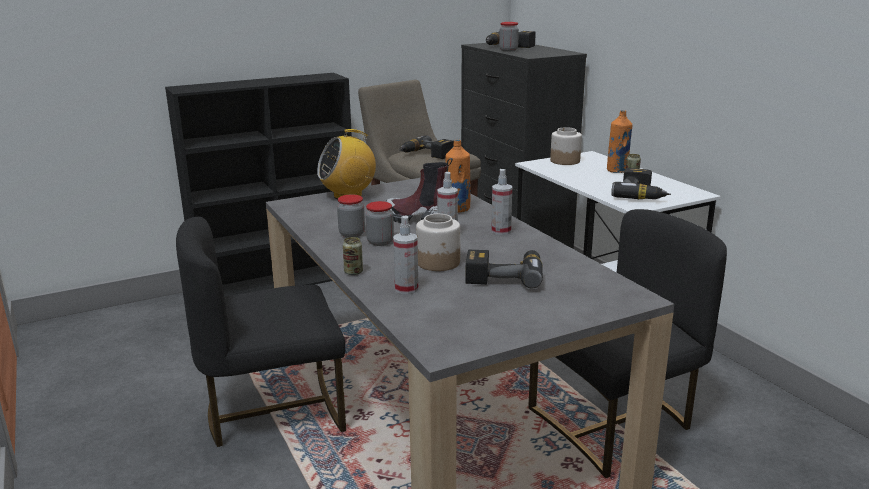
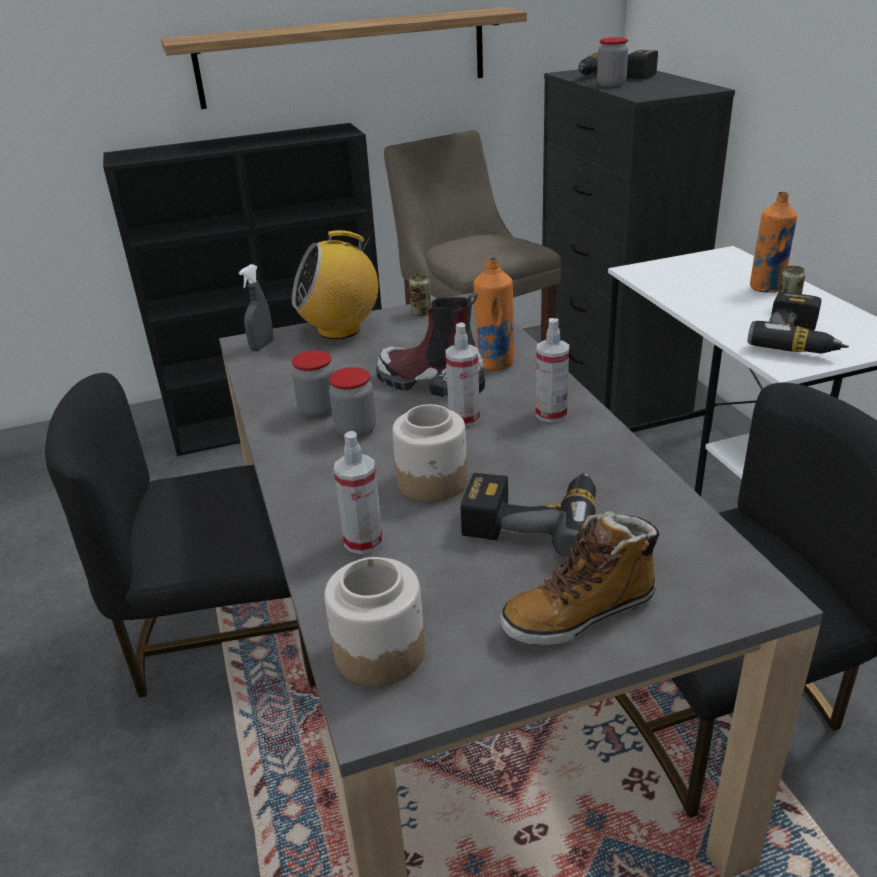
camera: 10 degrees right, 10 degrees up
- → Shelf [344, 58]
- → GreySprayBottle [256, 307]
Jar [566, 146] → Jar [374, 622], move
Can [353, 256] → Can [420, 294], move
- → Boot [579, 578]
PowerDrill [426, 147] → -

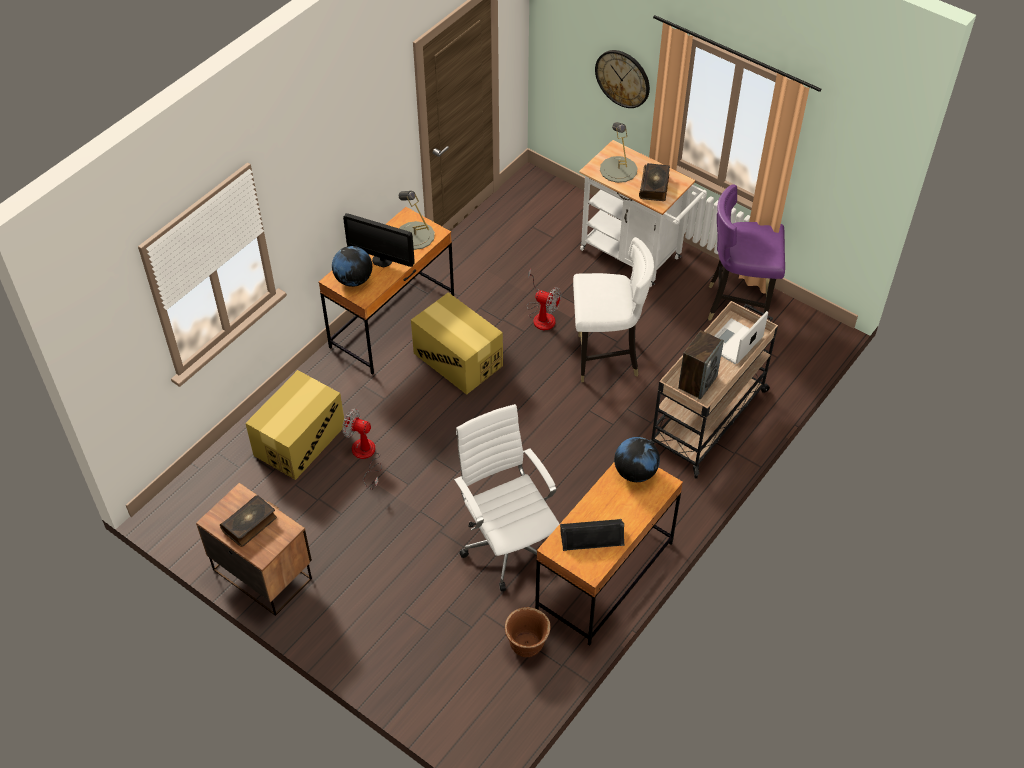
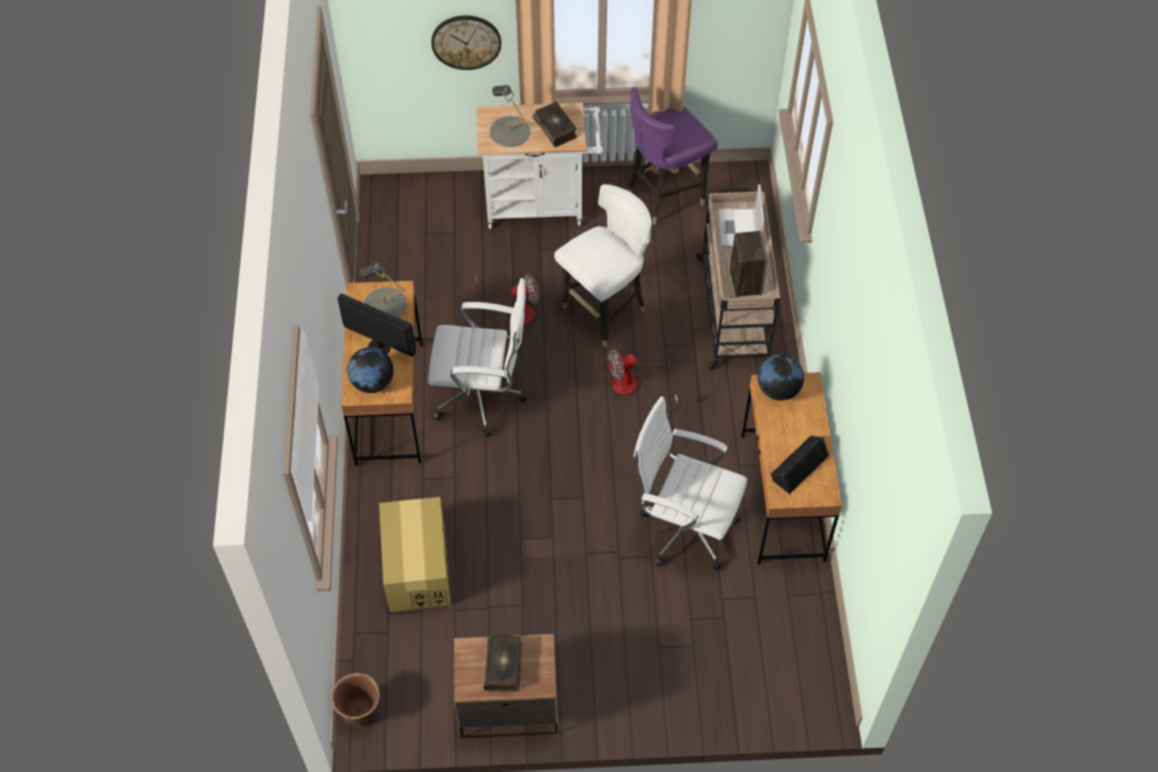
camera: 40 degrees left, 5 degrees up
BrownPlanter [527, 632] → BrownPlanter [355, 699], move
Monitor [379, 240] → Monitor [376, 325], 135 degrees counterclockwise
CardboardBox [457, 343] → WhiteOfficeChair [477, 357]
Fan [362, 449] → Fan [643, 381], move

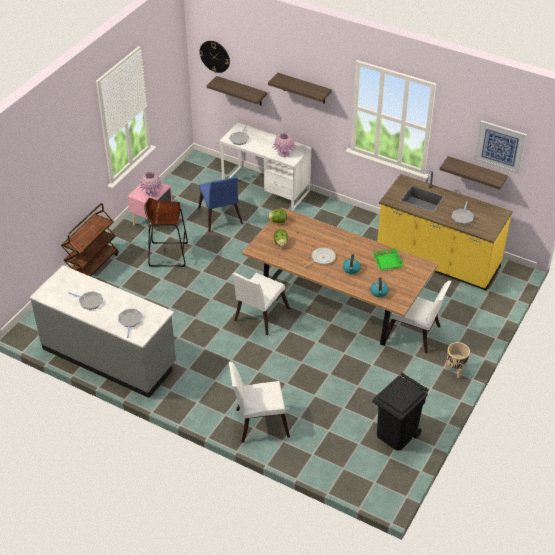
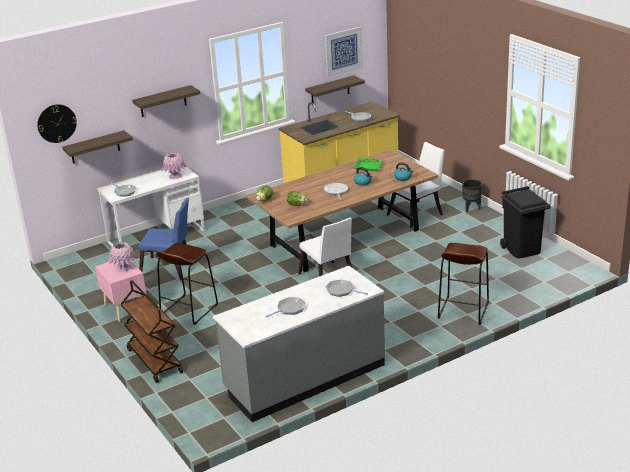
camera: 60 degrees left, 15 degrees down
WhiteChair [259, 402] → BrownStool [463, 284]
BeigePlanter [458, 360] → BlackPlanter [472, 195]

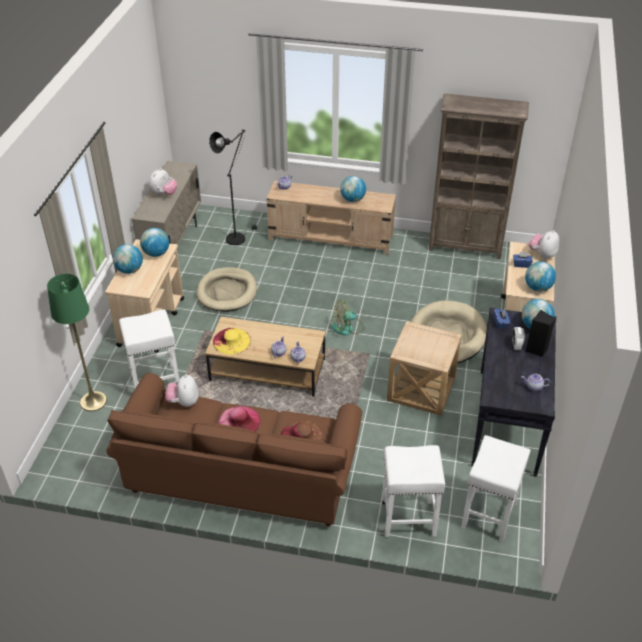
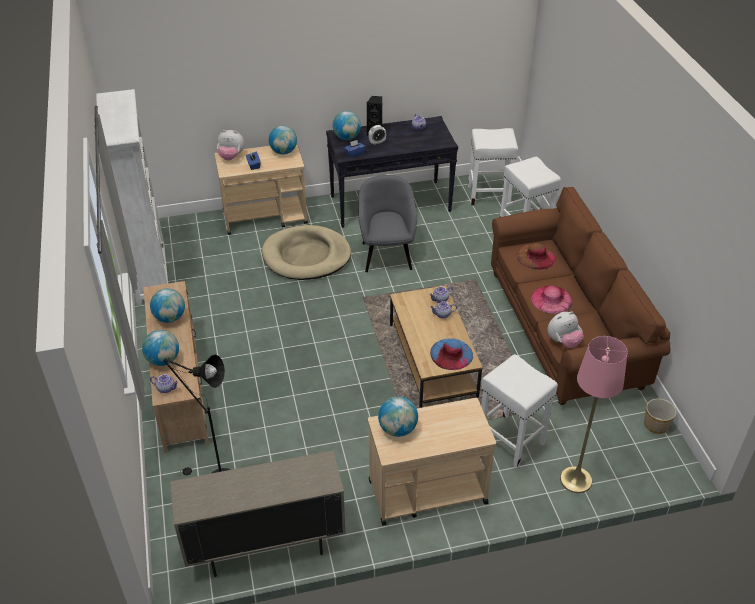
camera: 115 degrees left, 0 degrees up
BrownBookcase [479, 176] → WhiteBookcase [132, 197]
Globe [128, 259] → Globe [160, 348], move
BeigeSideTable [424, 368] → GreyArmchair [388, 223]
YellowHat [232, 341] → BlueHat [451, 354]
GreenFloorLamp [77, 343] → PinkFloorLamp [594, 414]
- → Planter [660, 416]
PlushToy [163, 182] → -
BeigeDogBed [227, 289] → -
Fan [347, 318] → -

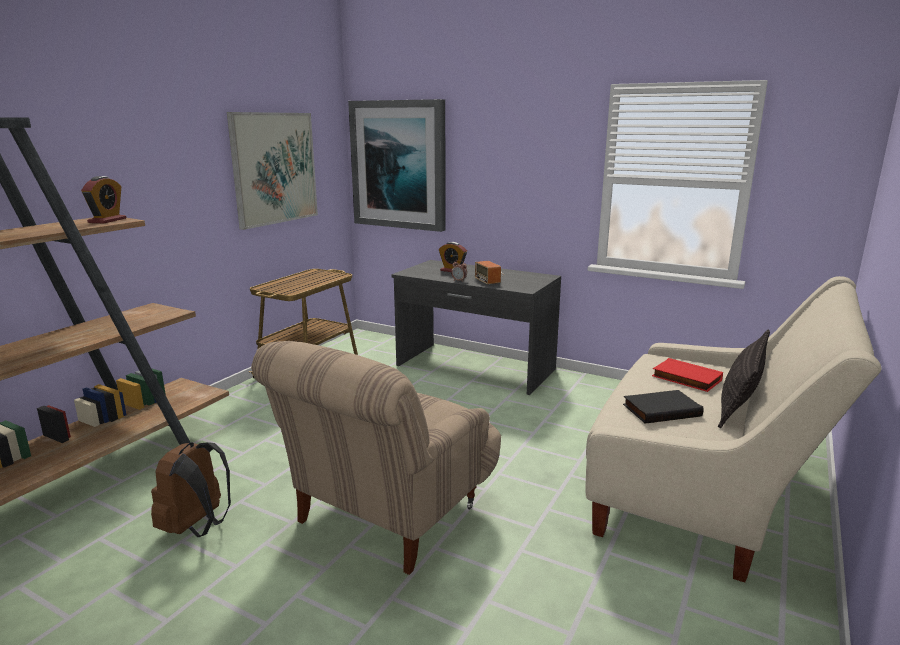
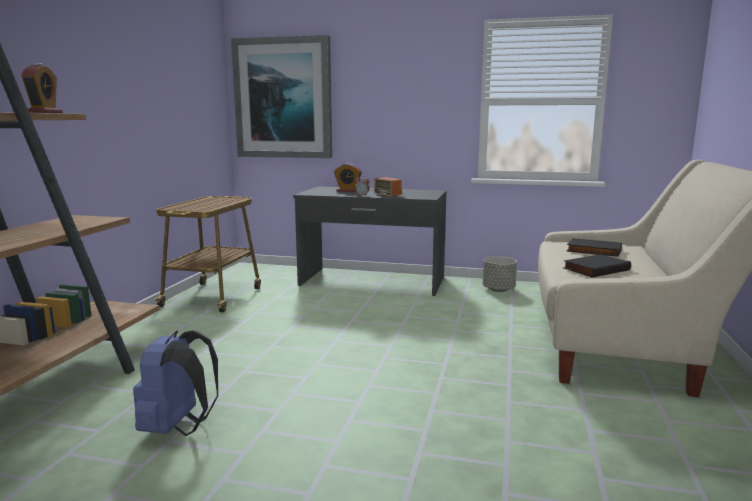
camera: 15 degrees left, 5 degrees down
BrownBackpack [191, 489] → BlueBackpack [175, 383]
- → GreyPlanter [500, 274]
RedBook [687, 375] → BlackBook [594, 247]
Picture [272, 171] → -
BeigeArmchair [376, 458] → -
Pillow [744, 379] → -

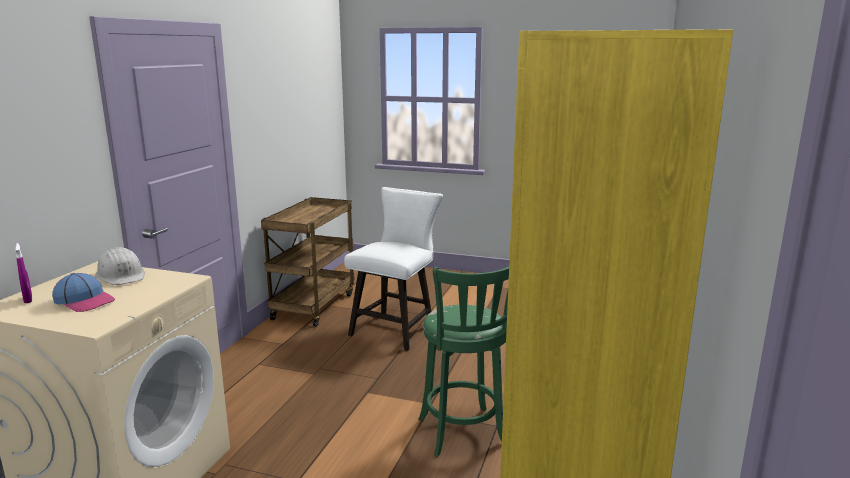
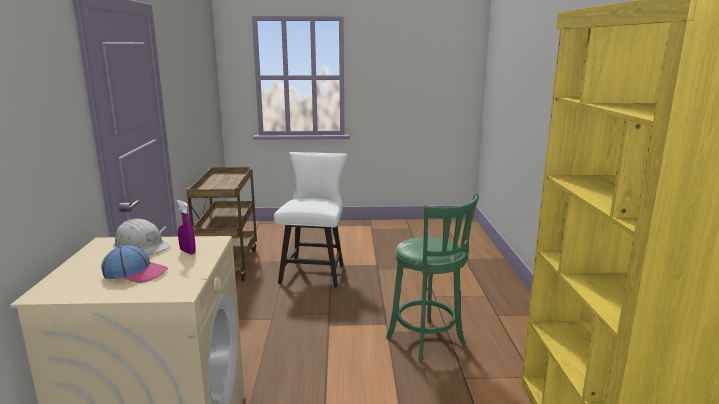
camera: 20 degrees left, 0 degrees up
PurpleSprayBottle [23, 273] → PurpleSprayBottle [186, 227], move

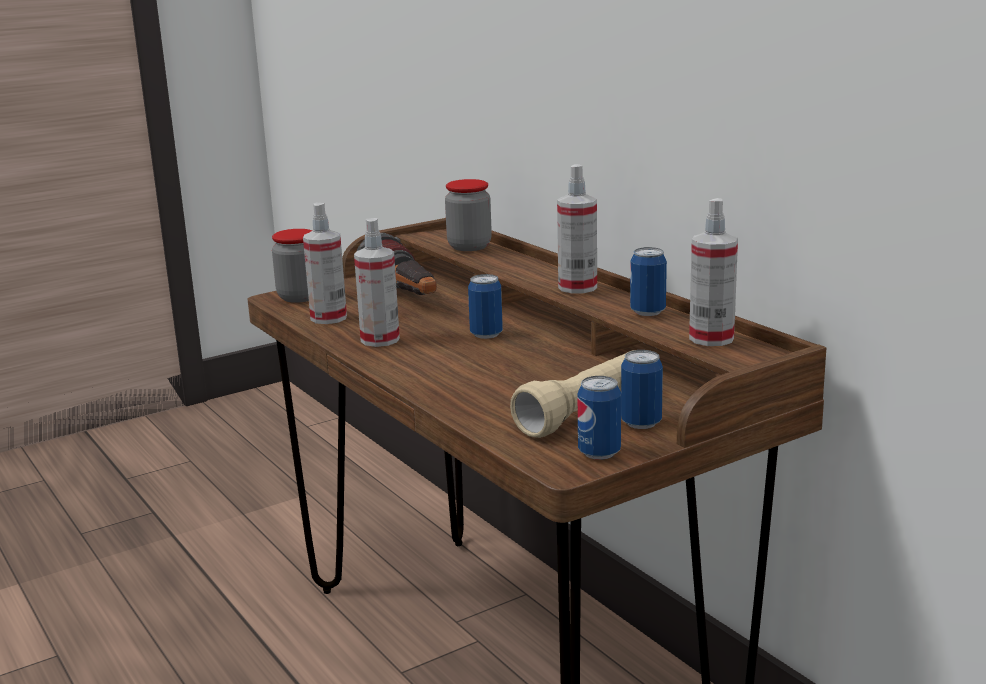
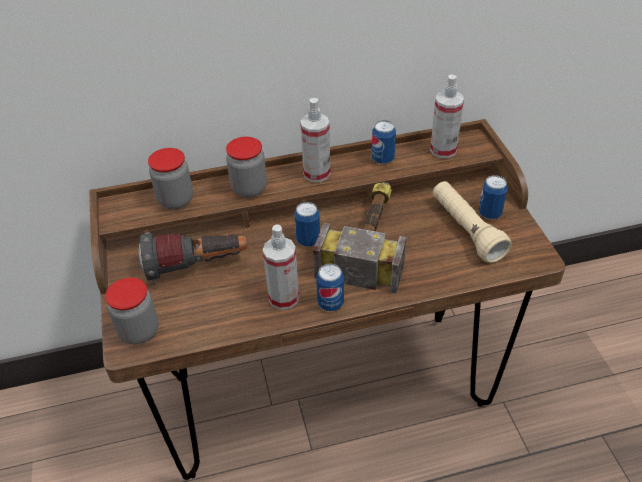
camera: 70 degrees left, 25 degrees up
- → Jar [246, 167]
- → Hammer [360, 238]
Can [599, 418] → Can [330, 287], move
SprayBottle [325, 263] → -

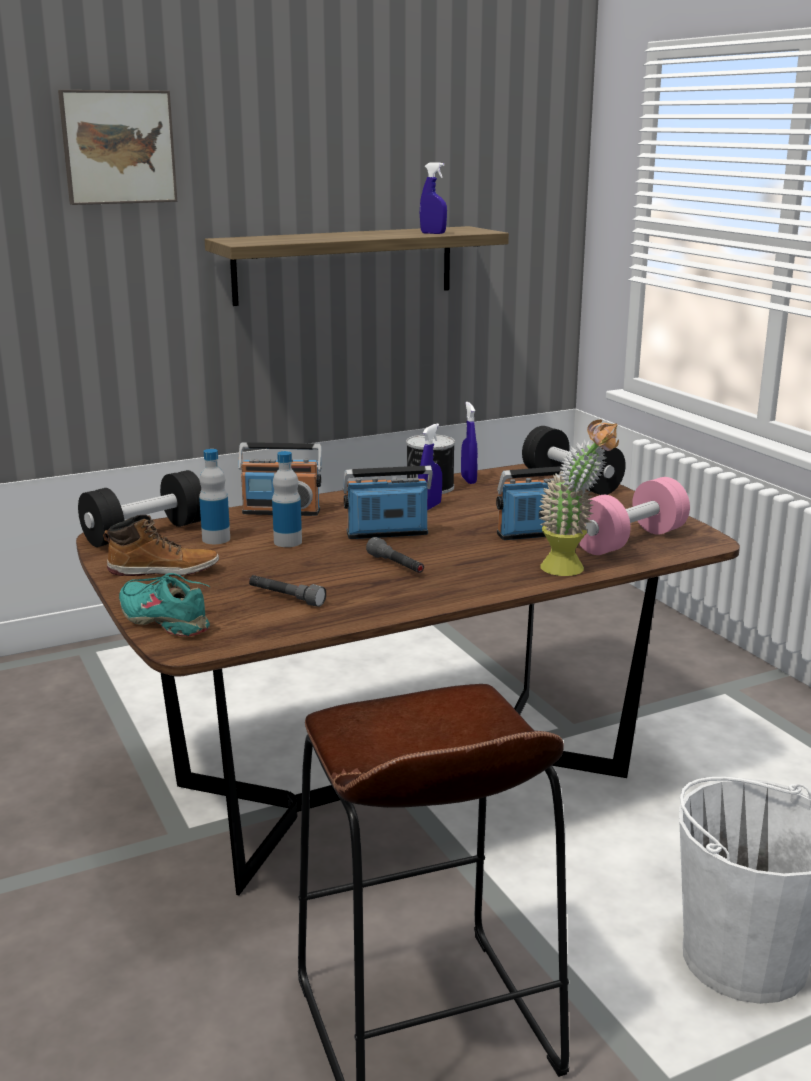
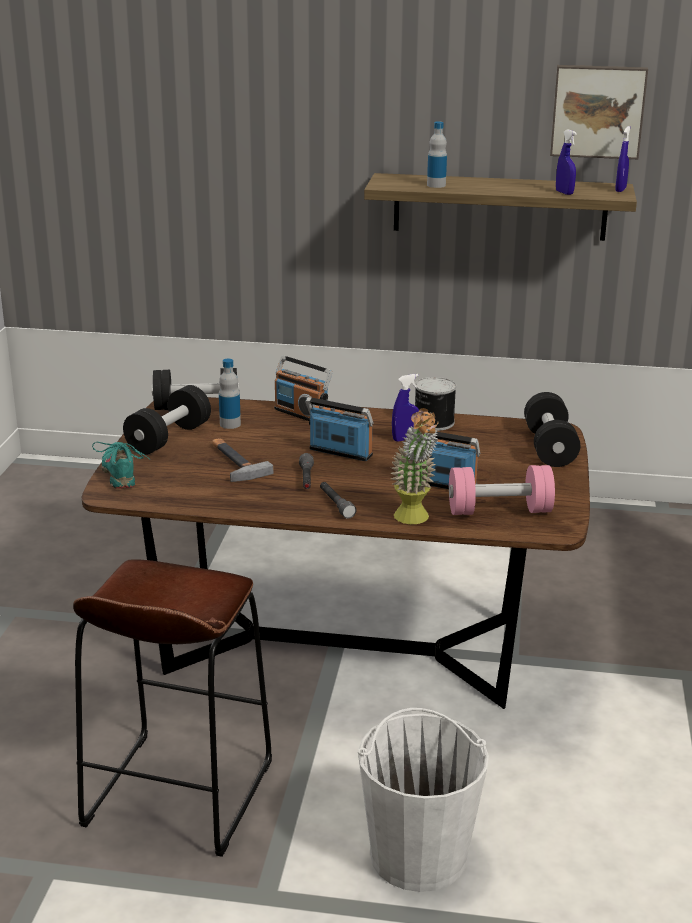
camera: 35 degrees right, 5 degrees up
Boot [161, 545] → BlackDumbbell [167, 420]
- → Hammer [243, 460]
GreyFlashlight [287, 591] → GreyFlashlight [338, 500], move
Bottle [287, 499] → Bottle [437, 154], move
Picture [117, 147] → Picture [599, 112], move
BlueSprayBottle [469, 443] → BlueSprayBottle [622, 159], move

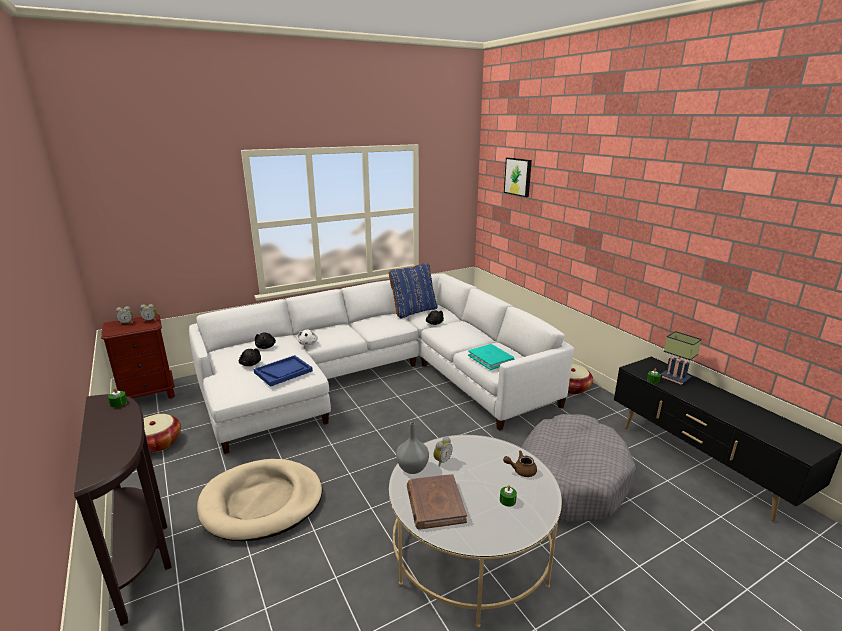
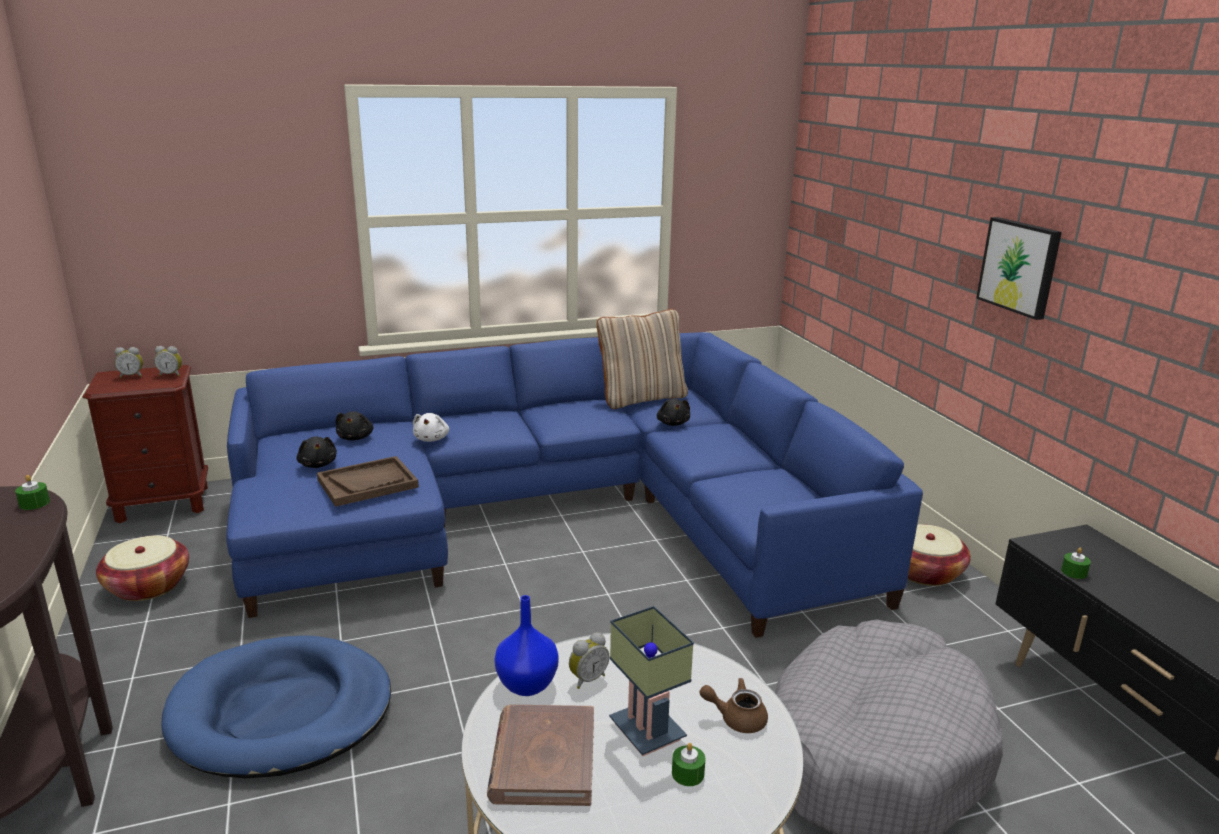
camera: 10 degrees right, 0 degrees up
BeigeDogBed [259, 500] → BlueDogBed [276, 706]
WhiteSofa [381, 363] → BlueSofa [574, 485]
BlueTray [283, 371] → BrownTray [368, 481]
GreyVase [412, 448] → BlueVase [526, 645]
BluePillow [413, 290] → BeigePillow [642, 359]
TableLamp [681, 358] → TableLamp [651, 681], move
Picture [518, 177] → Picture [1019, 268], move
TurquoiseBook [491, 357] → -

